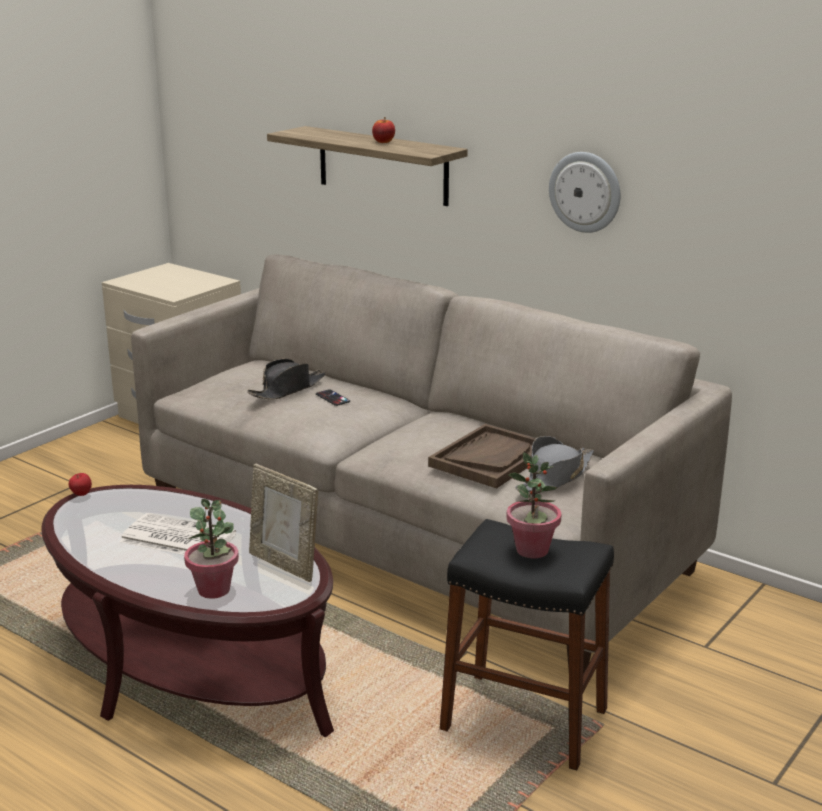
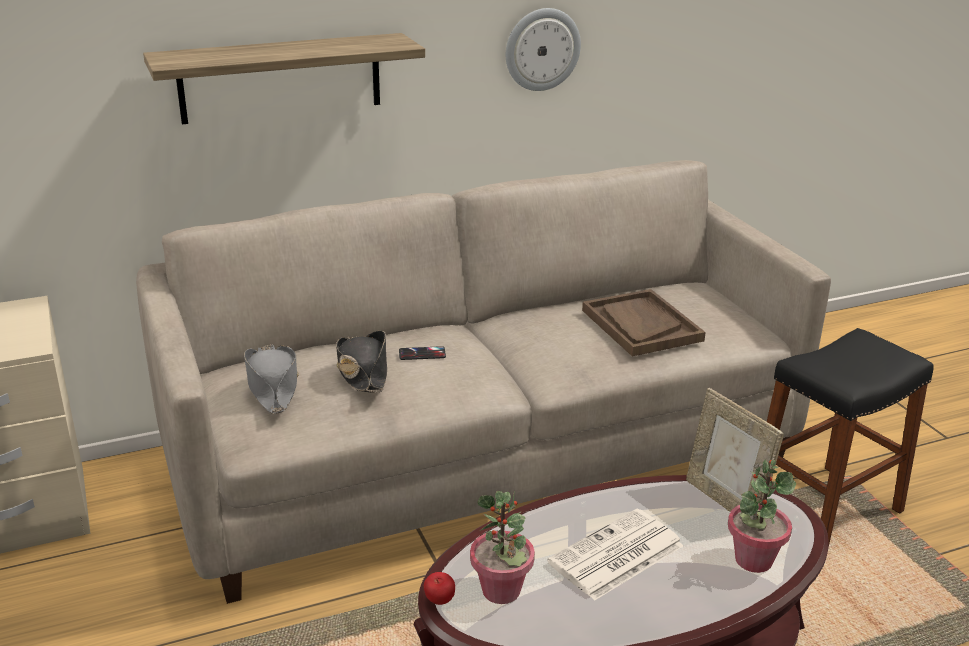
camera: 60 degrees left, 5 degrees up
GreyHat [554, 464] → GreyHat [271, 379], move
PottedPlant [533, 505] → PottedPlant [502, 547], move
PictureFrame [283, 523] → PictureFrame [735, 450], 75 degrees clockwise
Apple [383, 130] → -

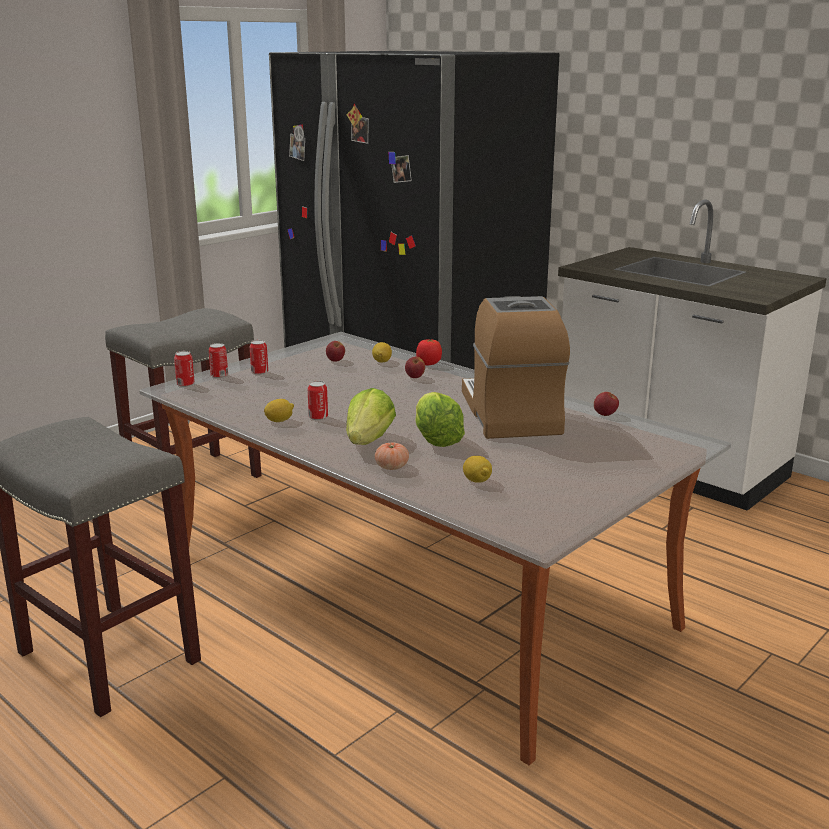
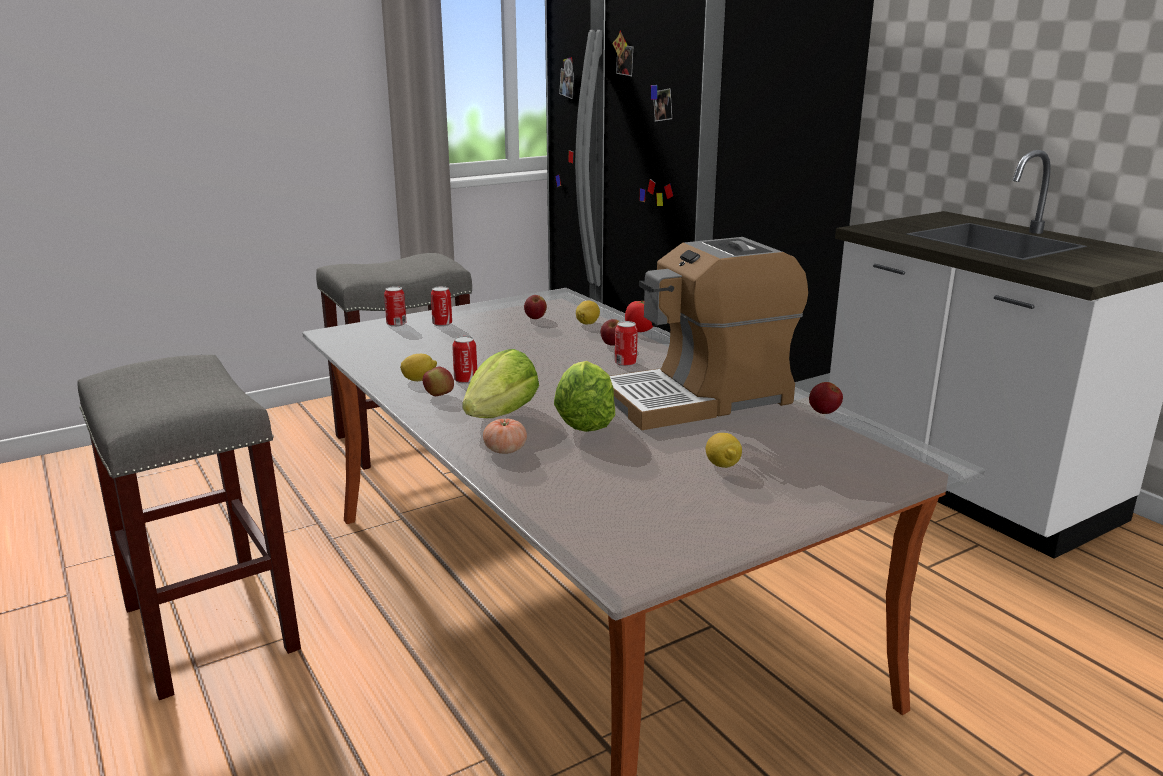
camera: 15 degrees right, 0 degrees up
- → Apple [438, 381]
CoffeeMachine [516, 367] → CoffeeMachine [709, 333], 120 degrees counterclockwise
Can [184, 369] → Can [626, 344], move
Lemon [477, 469] → Lemon [724, 450], move

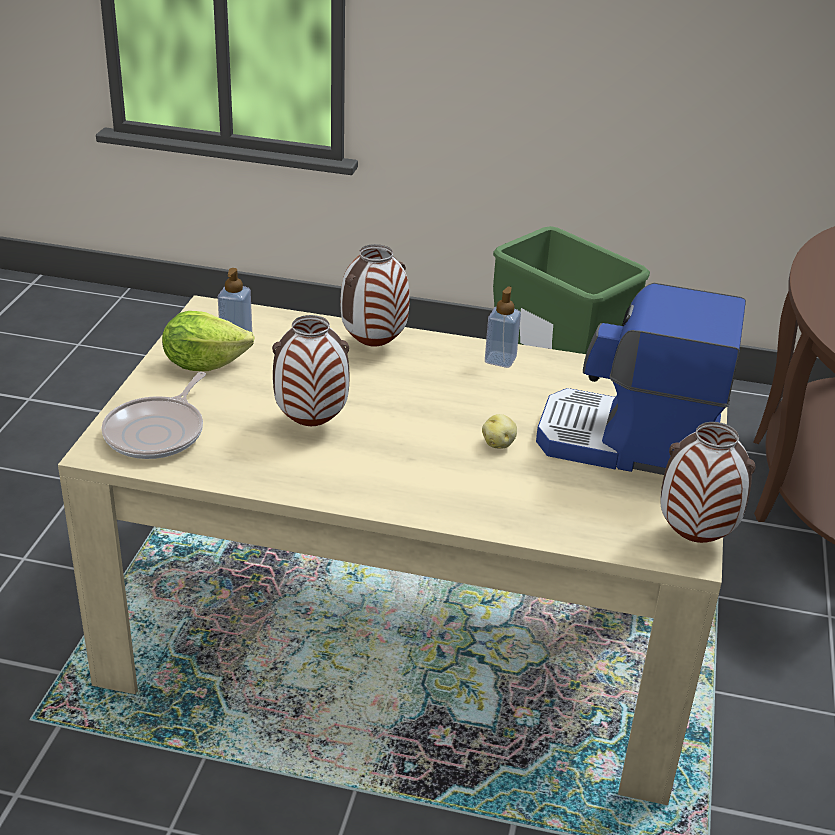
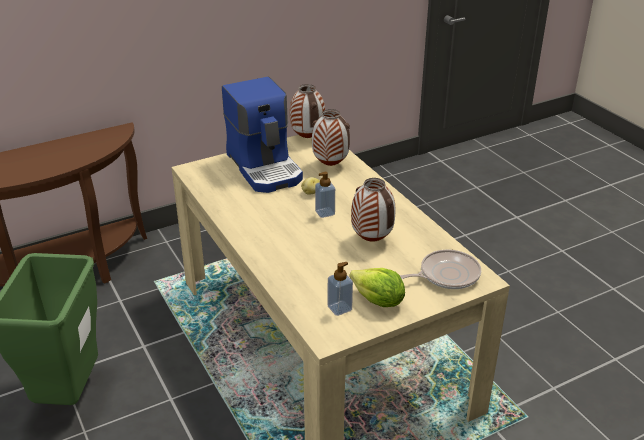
camera: 130 degrees left, 0 degrees up
Vase [375, 295] → Vase [331, 137], move
SoapDispenser [503, 327] → SoapDispenser [325, 195], move

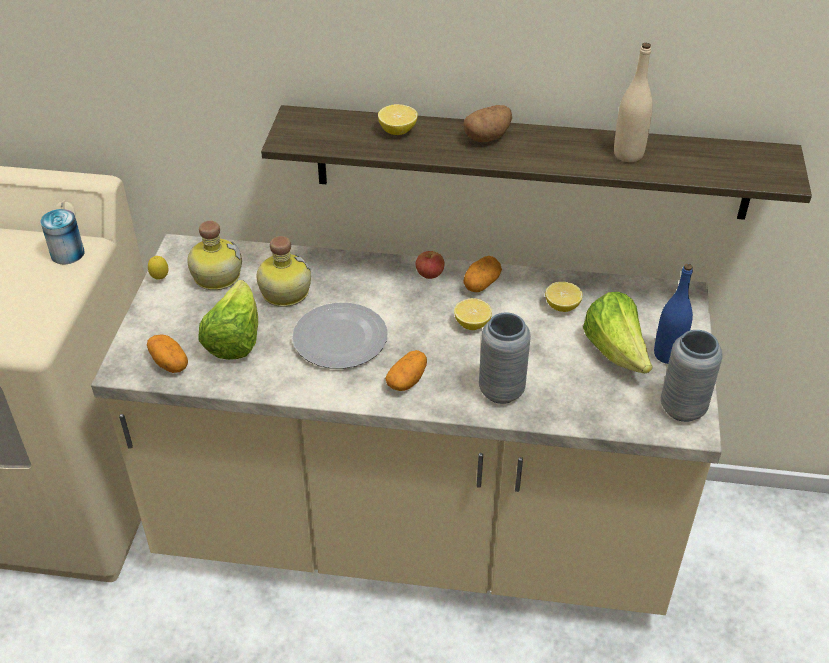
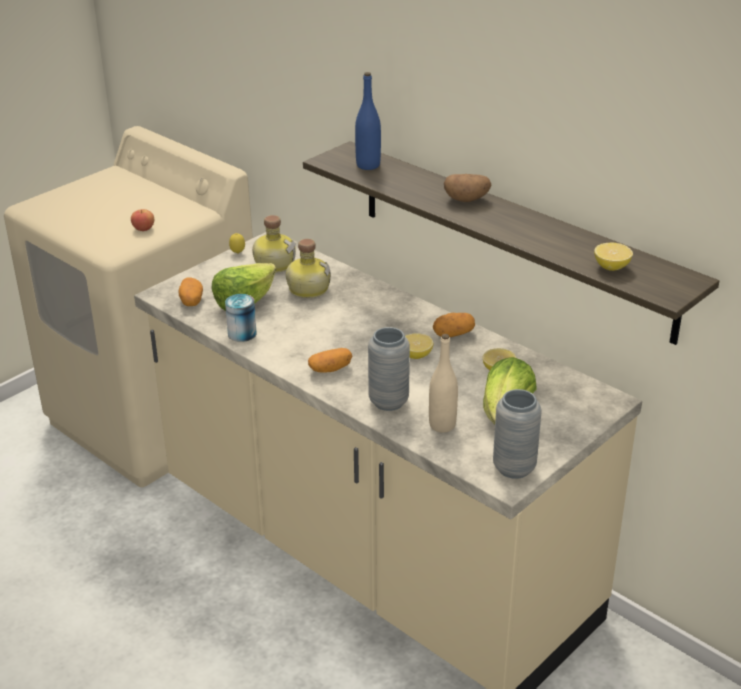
camera: 35 degrees right, 10 degrees down
Apple [430, 265] → Apple [142, 220], move
Can [62, 236] → Can [241, 318], move
BlueBottle [673, 314] → BlueBottle [368, 121], move
BeigeBottle [633, 102] → BeigeBottle [443, 383], move
Lemon [398, 119] → Lemon [613, 257], move
Plate [340, 336] → -

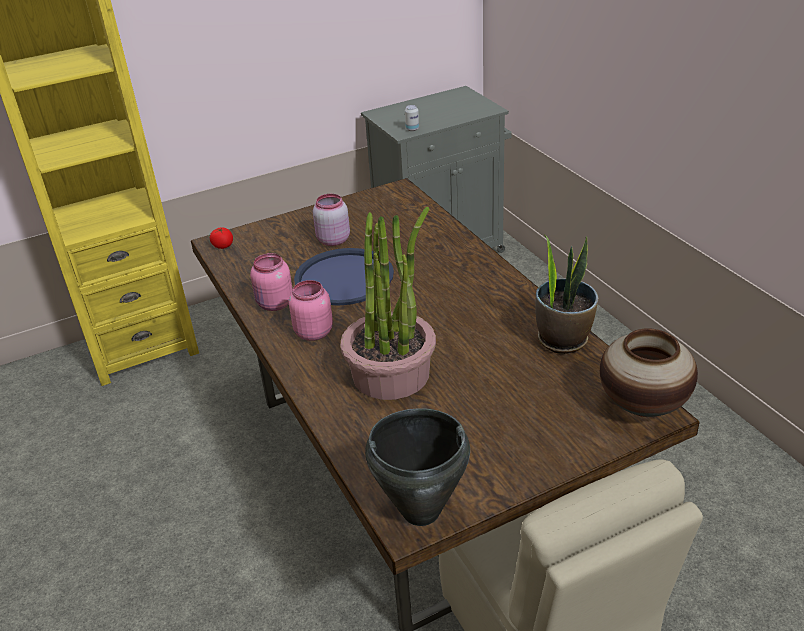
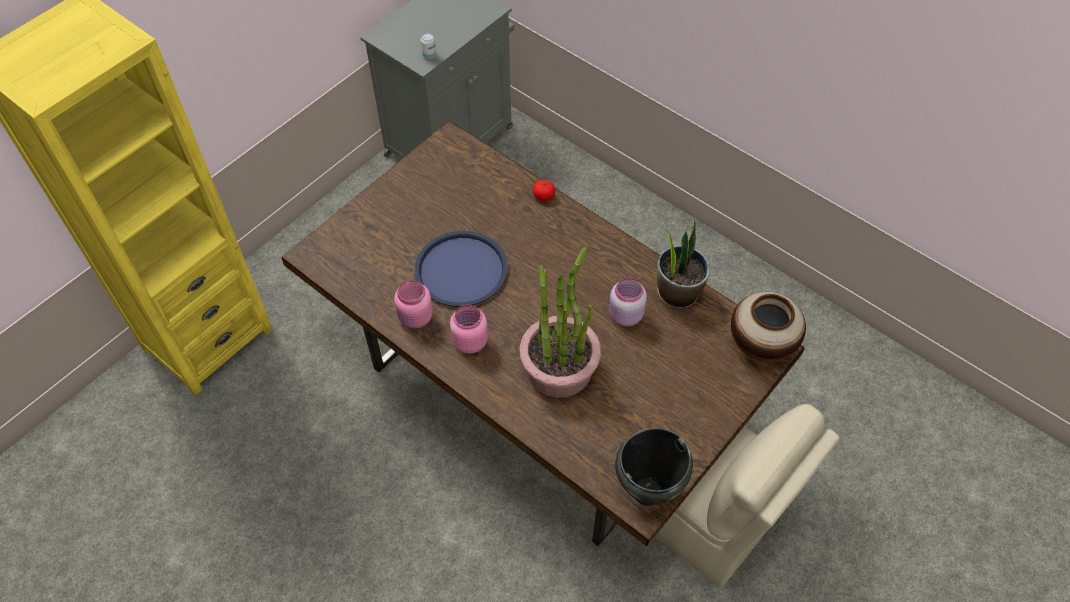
camera: 25 degrees left, 20 degrees up
Tomato [221, 238] → Tomato [544, 190], move
PinkJar [331, 220] → PinkJar [628, 302], move

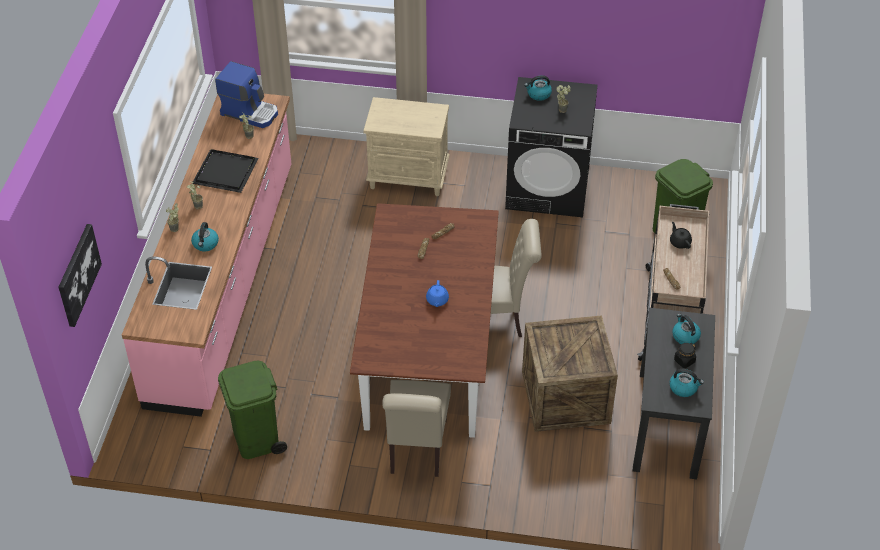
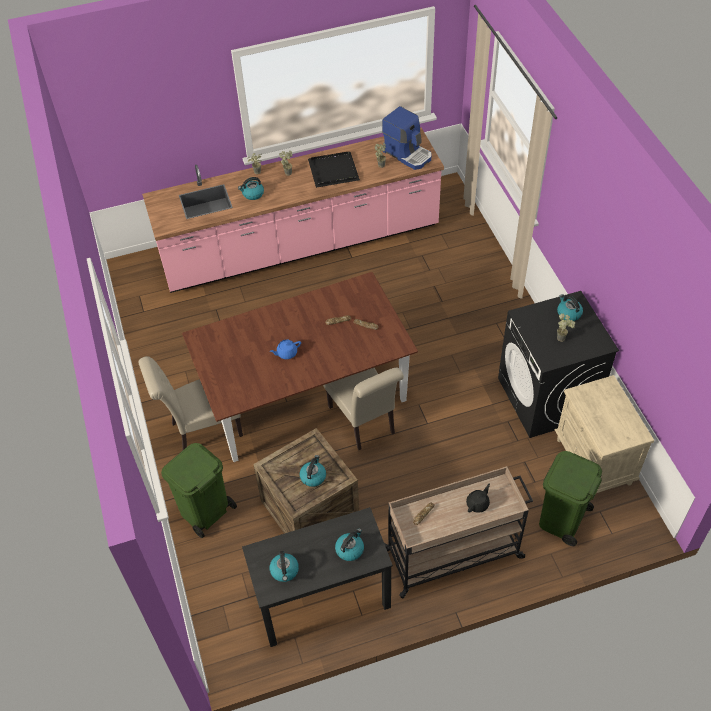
camera: 65 degrees right, 5 degrees up
GreenTrashCan [252, 409] → GreenTrashCan [199, 490], move
- → Kettle [312, 471]
CoffeeMachine [246, 94] → CoffeeMachine [407, 138], 45 degrees counterclockwise
BeigeNightstand [406, 146] → BeigeNightstand [604, 434], move
Picture [80, 275] → -
BlackJar [685, 355] → -

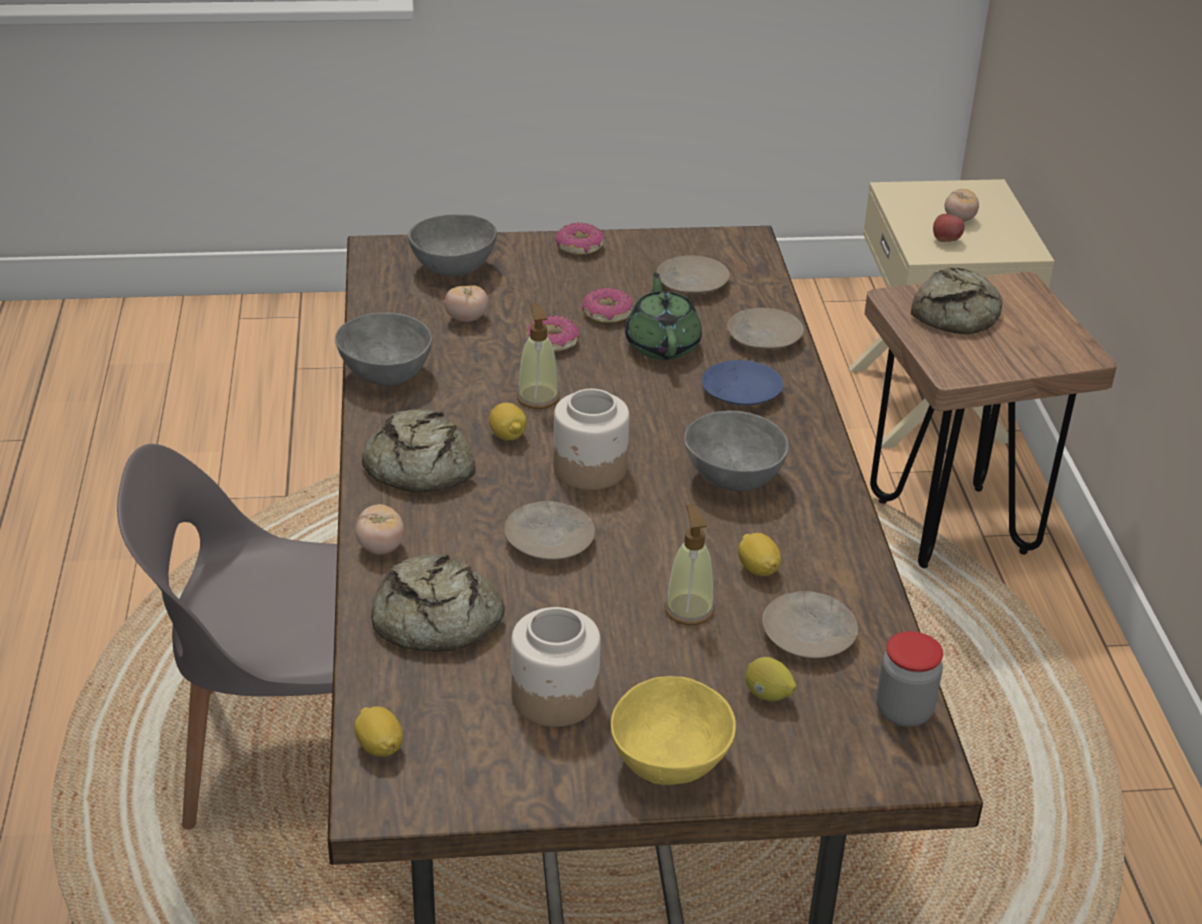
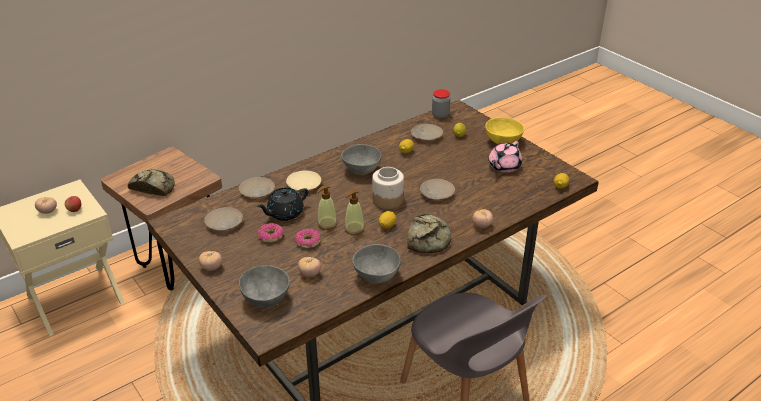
camera: 120 degrees left, 0 degrees up
Donut [580, 238] → Tomato [210, 261]
GreenTeapot [663, 316] → BlackTeapot [282, 204]
BluePlate [742, 382] → BeigePlate [303, 181]
SoapDispenser [690, 564] → SoapDispenser [327, 207], move
Jar [556, 667] → PinkTeapot [505, 157]
Bread [438, 603] → -

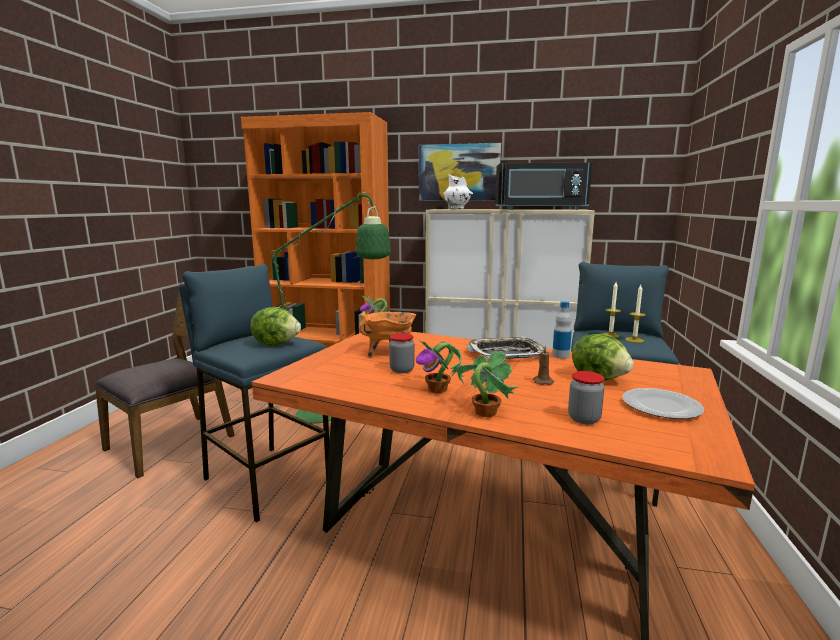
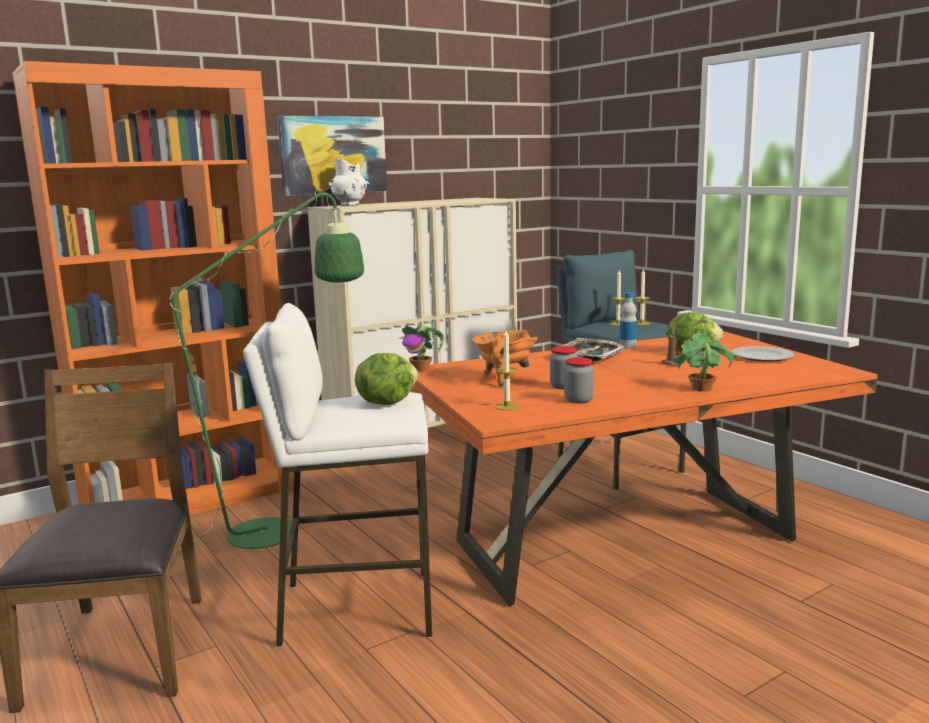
camera: 45 degrees left, 0 degrees up
BlueStool [254, 393] → WhiteStool [337, 475]
- → Candle [507, 370]
Jar [586, 397] → Jar [579, 380], move
PottedPlant [439, 366] → -
BlackMicrowave [543, 186] → -

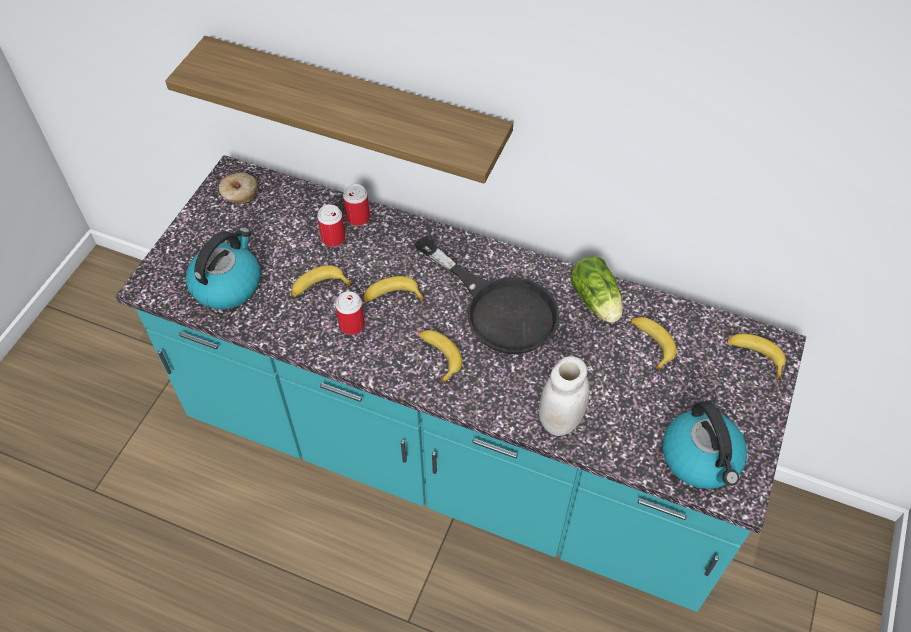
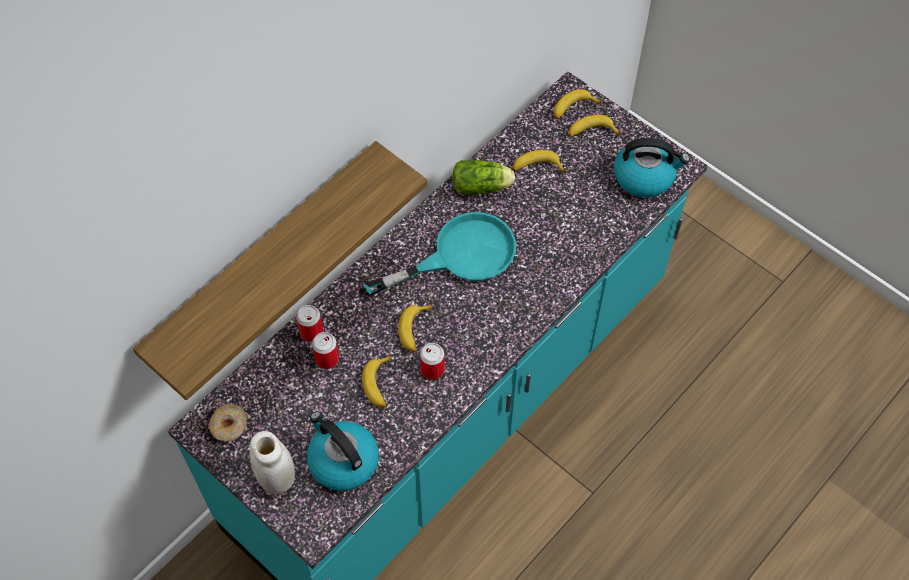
camera: 70 degrees left, 5 degrees up
WhiteJar [564, 396] → WhiteJar [272, 462], move
BlackFryingPan [486, 295] → TurquoiseFryingPan [440, 254]
Banana [440, 357] → Banana [594, 125], move

